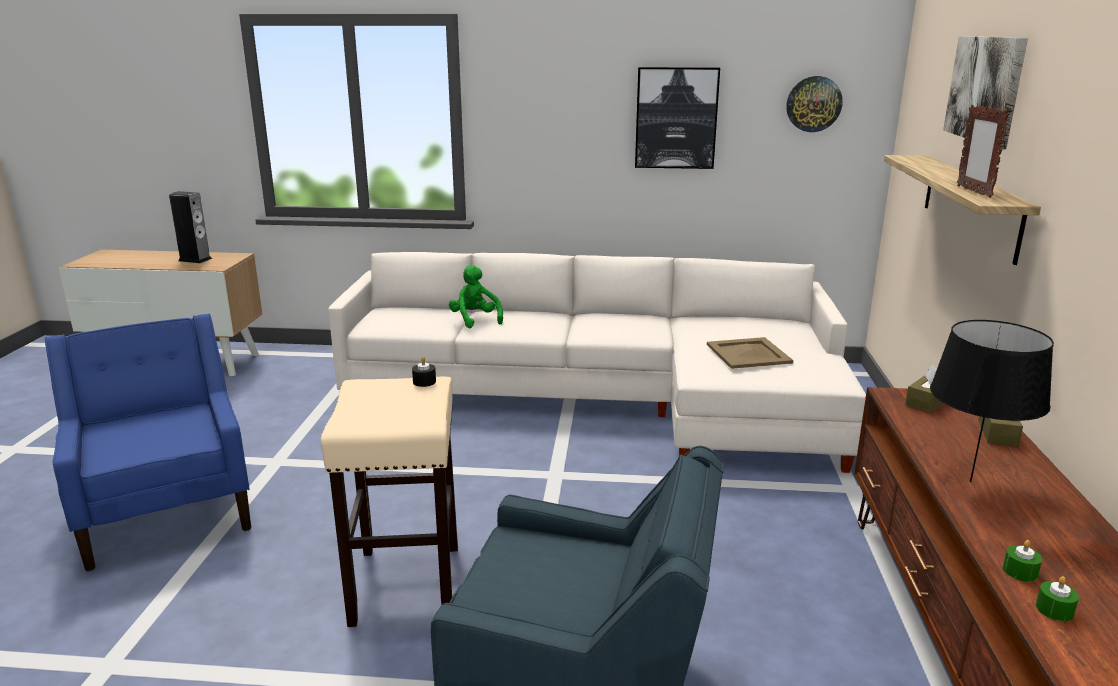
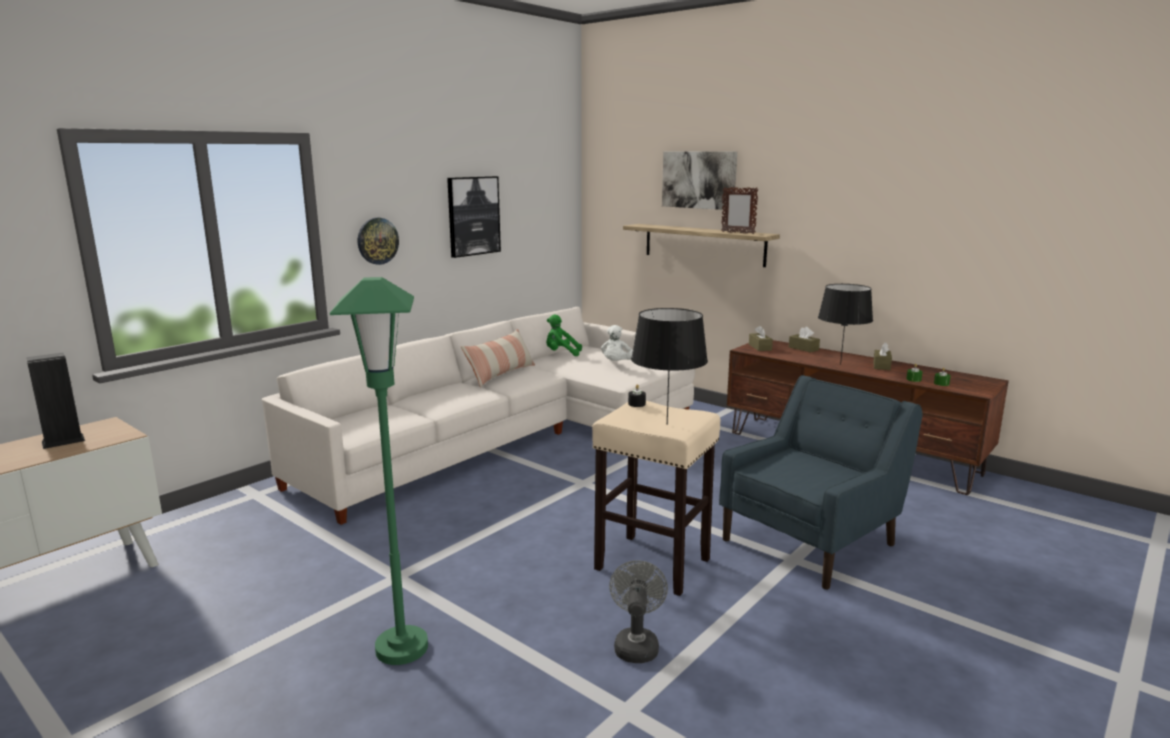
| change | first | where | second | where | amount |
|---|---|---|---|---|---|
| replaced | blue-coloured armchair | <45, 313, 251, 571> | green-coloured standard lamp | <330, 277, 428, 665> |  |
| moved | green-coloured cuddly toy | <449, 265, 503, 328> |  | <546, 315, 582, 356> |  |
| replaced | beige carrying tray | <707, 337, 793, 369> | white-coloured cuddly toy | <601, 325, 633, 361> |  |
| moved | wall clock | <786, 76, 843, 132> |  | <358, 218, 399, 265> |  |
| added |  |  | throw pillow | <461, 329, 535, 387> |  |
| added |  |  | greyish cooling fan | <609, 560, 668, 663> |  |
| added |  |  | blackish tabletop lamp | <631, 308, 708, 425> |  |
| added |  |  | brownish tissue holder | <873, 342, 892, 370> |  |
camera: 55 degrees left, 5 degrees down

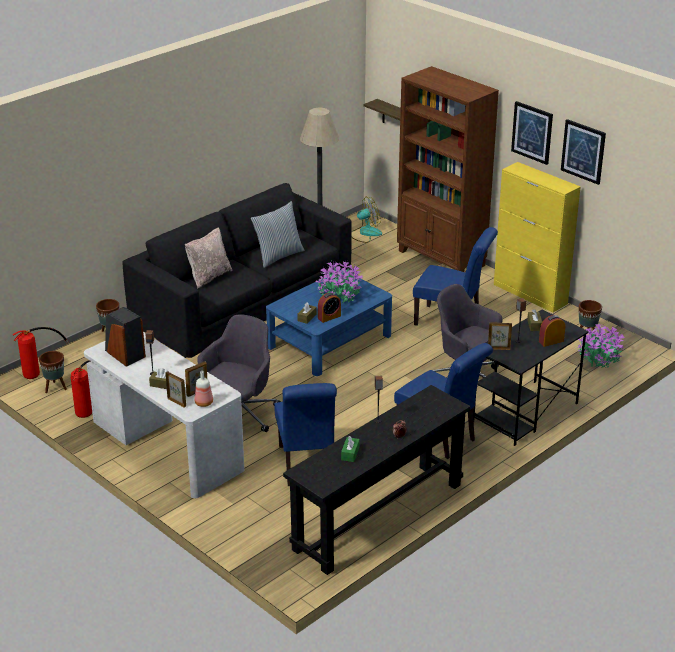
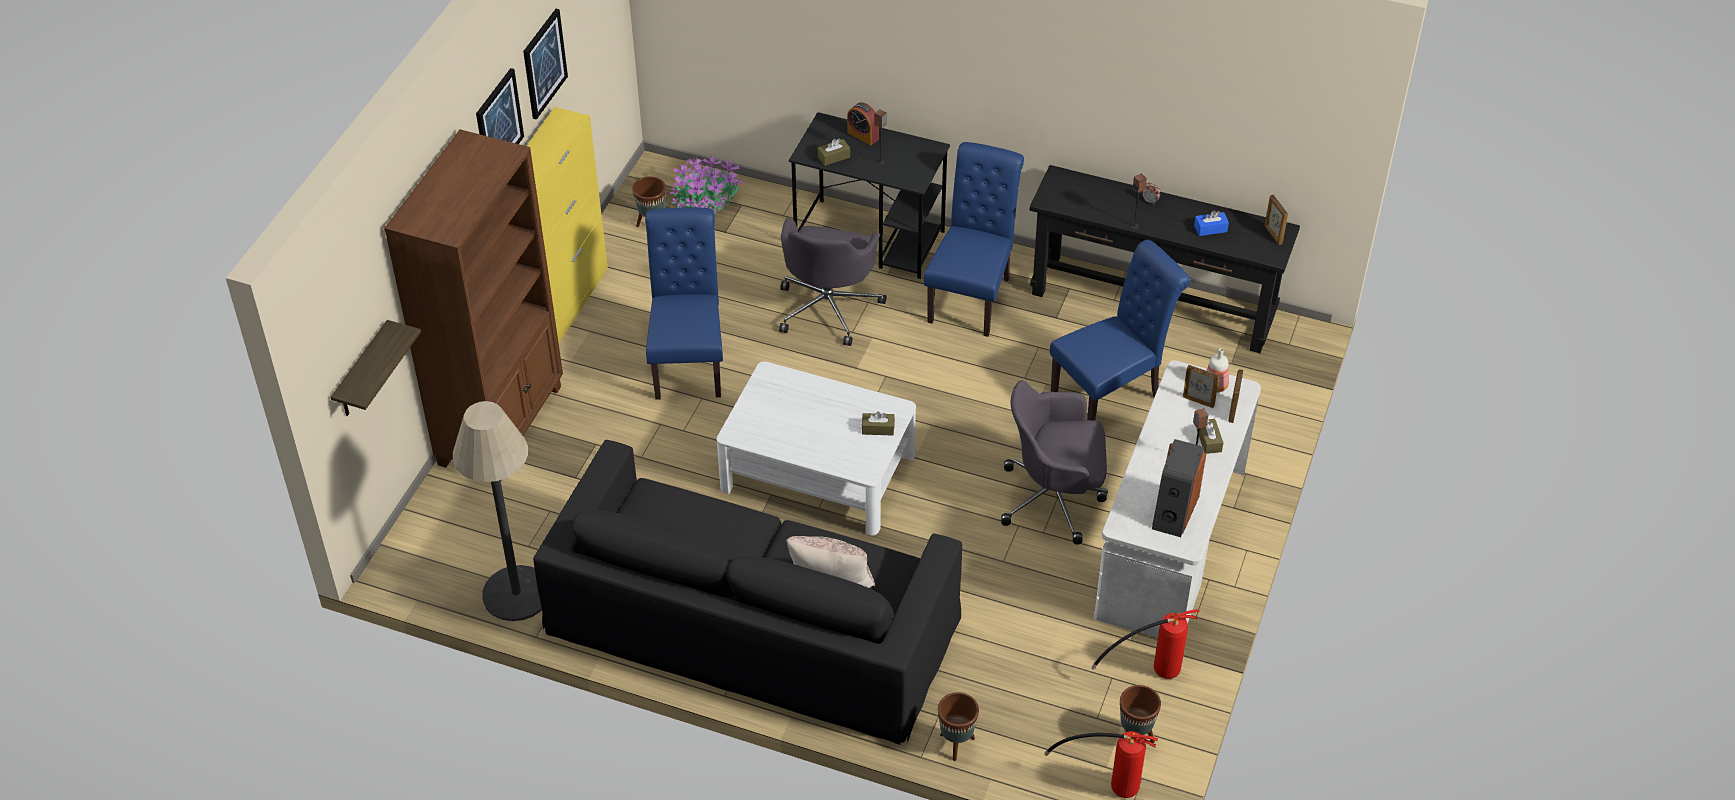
| change | first | where | second | where | amount |
|---|---|---|---|---|---|
| removed | throw pillow | <251, 201, 305, 268> |  |  |  |
| recoloured | blue-coloured coffee table | <266, 270, 392, 376> | white-coloured coffee table | <717, 361, 916, 536> |  |
| removed | plant in a pot | <316, 260, 363, 304> |  |  |  |
| removed | bedside clock | <318, 293, 341, 323> |  |  |  |
| recoloured | green-coloured tissue holder | <341, 436, 360, 462> | blue-coloured tissue holder | <1194, 211, 1229, 236> |  |
| removed | cooling fan | <352, 196, 382, 243> |  |  |  |
| moved | standing frame | <488, 322, 512, 350> |  | <1264, 195, 1288, 245> |  |
camera: 115 degrees left, 15 degrees up

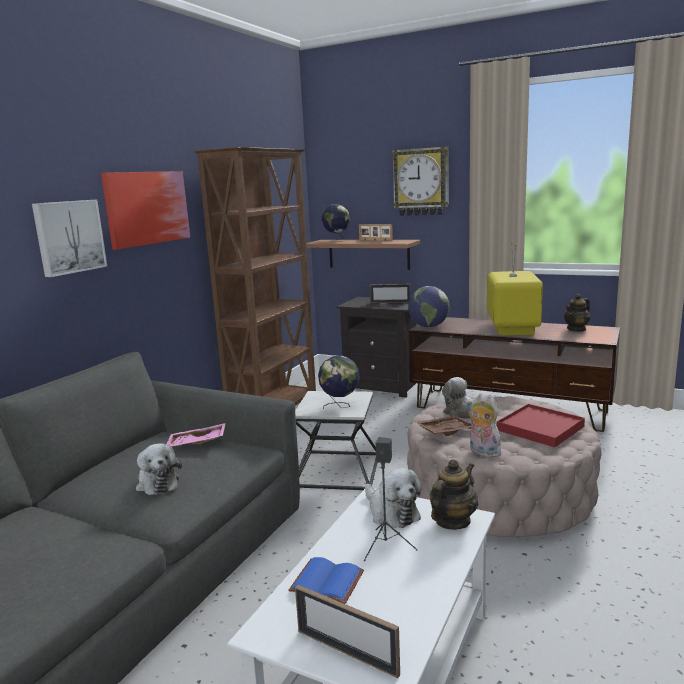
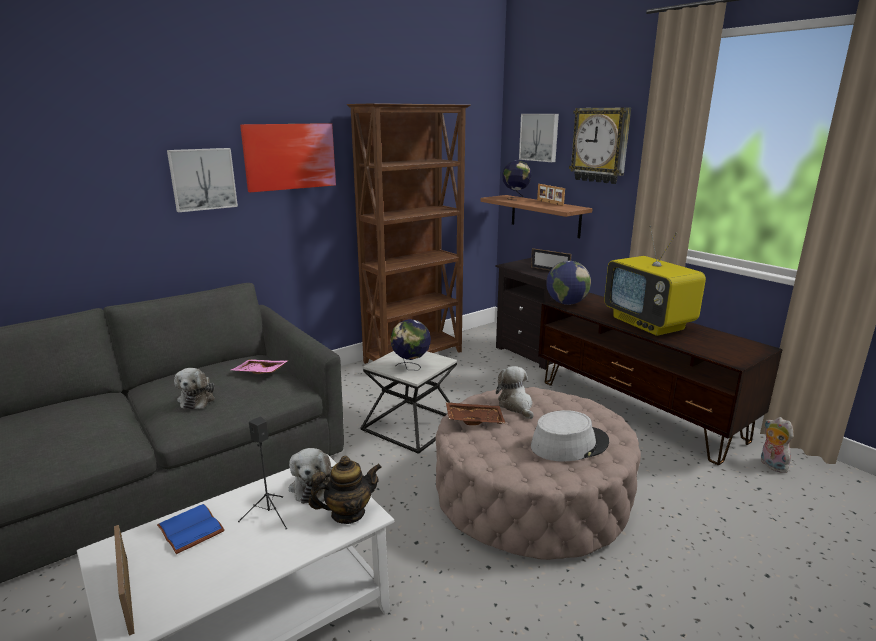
| change | first | where | second | where | amount |
|---|---|---|---|---|---|
| moved | cuddly toy | <466, 393, 504, 458> |  | <761, 417, 793, 473> |  |
| turned | TV | <487, 243, 543, 335> |  | <604, 226, 706, 336> | 120 degrees clockwise |
| replaced | reddish carrying tray | <497, 404, 585, 447> | greyish hat | <531, 410, 609, 462> |  |
| removed | teapot | <564, 294, 590, 332> |  |  |  |
| added |  |  | wall art | <519, 114, 559, 162> |  |
camera: 25 degrees right, 5 degrees up

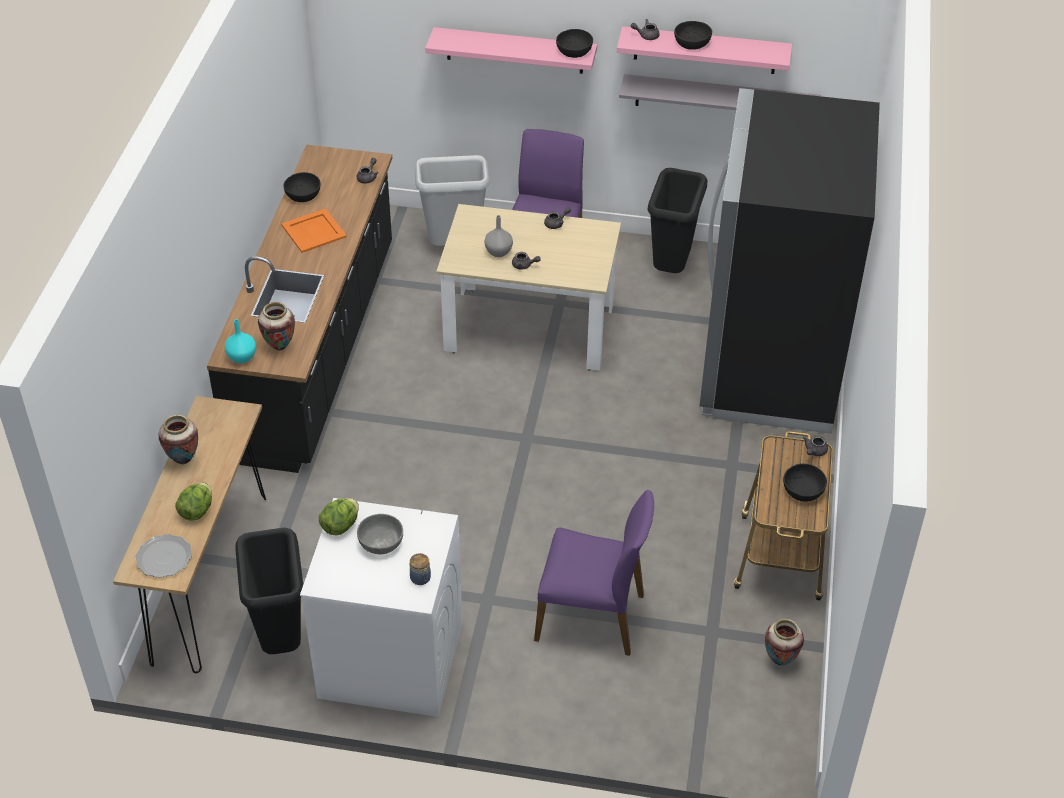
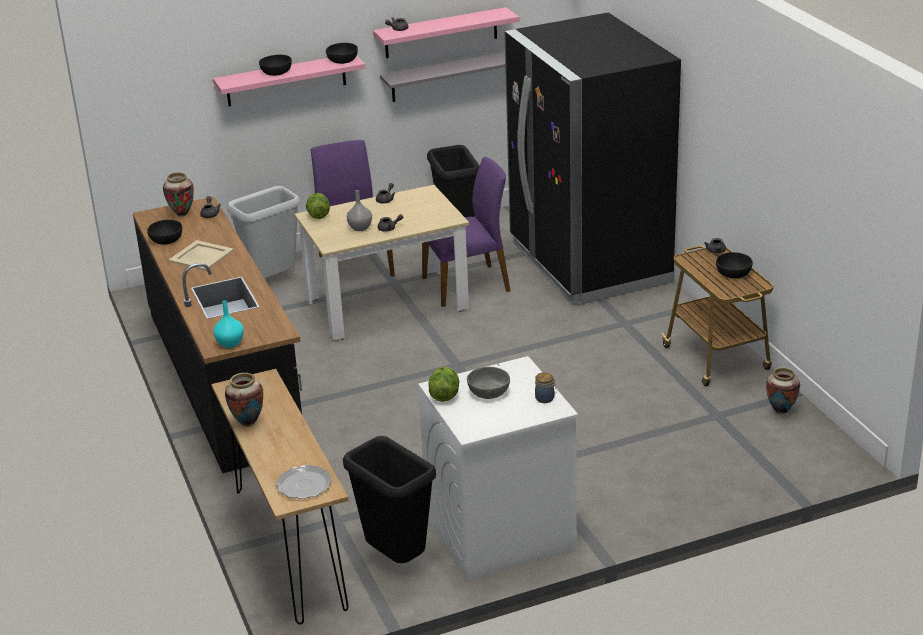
| change | first | where | second | where | amount |
|---|---|---|---|---|---|
| moved | lettuce head | <175, 483, 212, 521> |  | <306, 193, 330, 219> |  |
| moved | vase | <258, 302, 295, 351> |  | <163, 172, 194, 217> |  |
| recoloured | orange carrying tray | <281, 208, 346, 253> | beige carrying tray | <169, 240, 234, 271> |  |
| moved | purple chair | <534, 490, 654, 656> |  | <422, 157, 510, 307> |  |
| moved | blackish deep dish | <674, 21, 712, 50> |  | <259, 54, 292, 76> |  |
camera: 30 degrees left, 15 degrees down

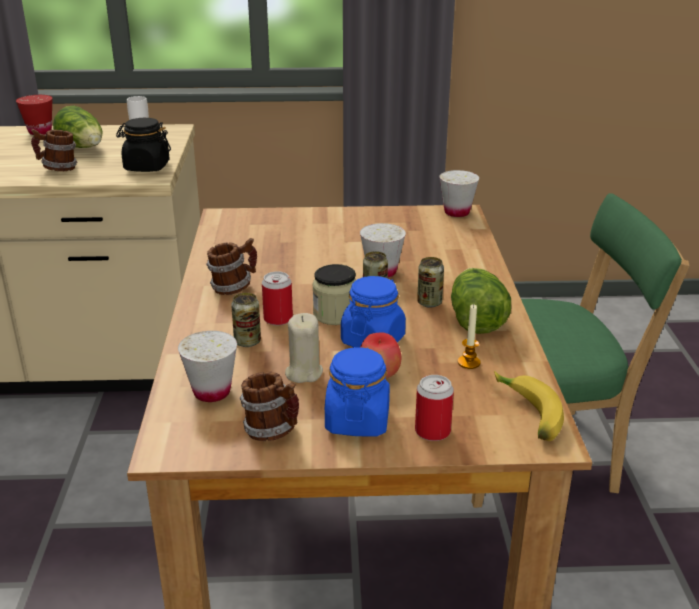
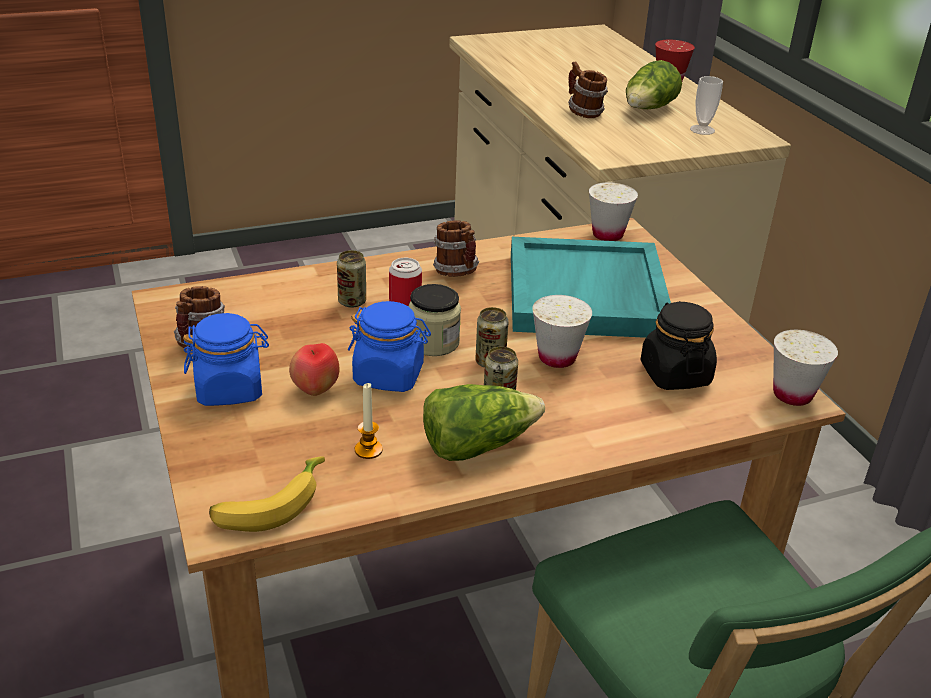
| change | first | where | second | where | amount |
|---|---|---|---|---|---|
| moved | blackish storage jar | <116, 118, 171, 172> |  | <640, 301, 717, 390> |  |
| moved | white-coloured small cup | <178, 331, 237, 402> |  | <589, 182, 638, 241> |  |
| removed | beige wax light | <285, 313, 323, 383> |  |  |  |
| removed | can | <415, 375, 454, 441> |  |  |  |
| added |  |  | blue-green carrying tray | <511, 237, 671, 338> |  |
camera: 70 degrees right, 5 degrees up

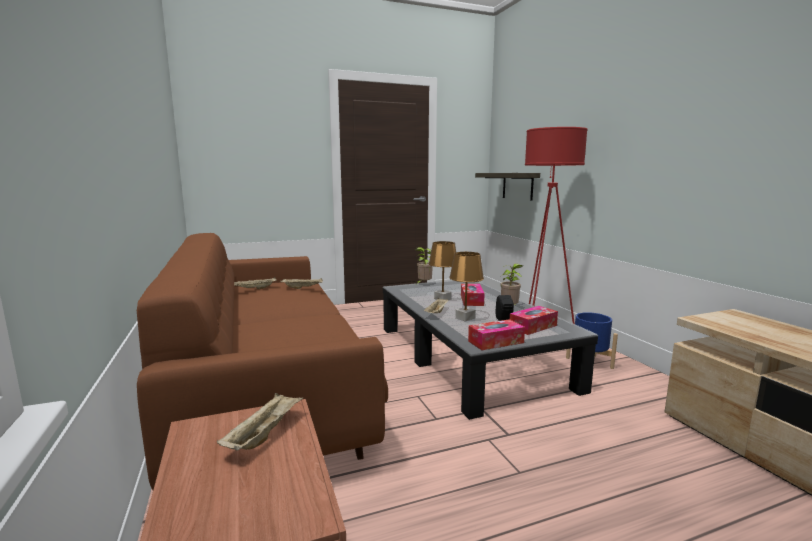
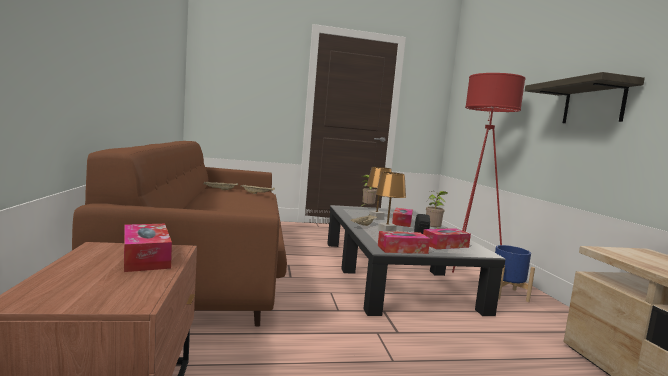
| change | first | where | second | where | amount |
|---|---|---|---|---|---|
| replaced | beige carrying tray | <217, 393, 303, 451> | tissue holder | <124, 224, 172, 272> |  |
| moved | wall shelf | <475, 173, 540, 201> |  | <525, 72, 645, 123> |  |
camera: 10 degrees right, 5 degrees down

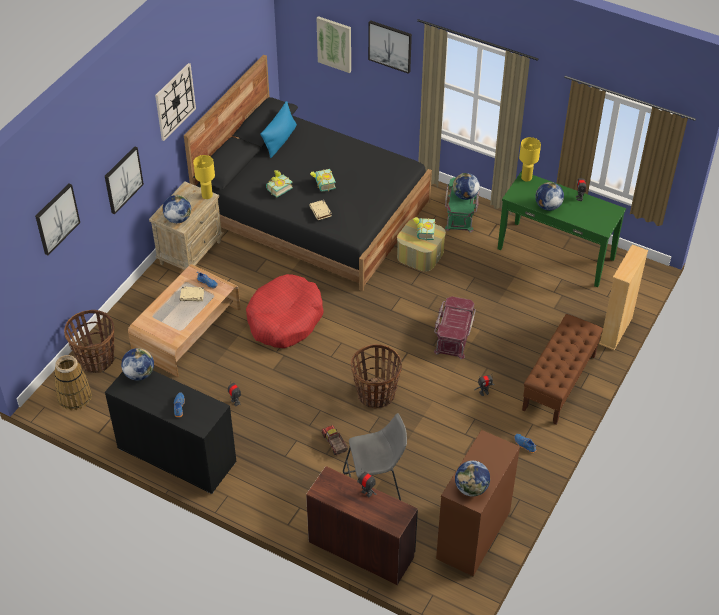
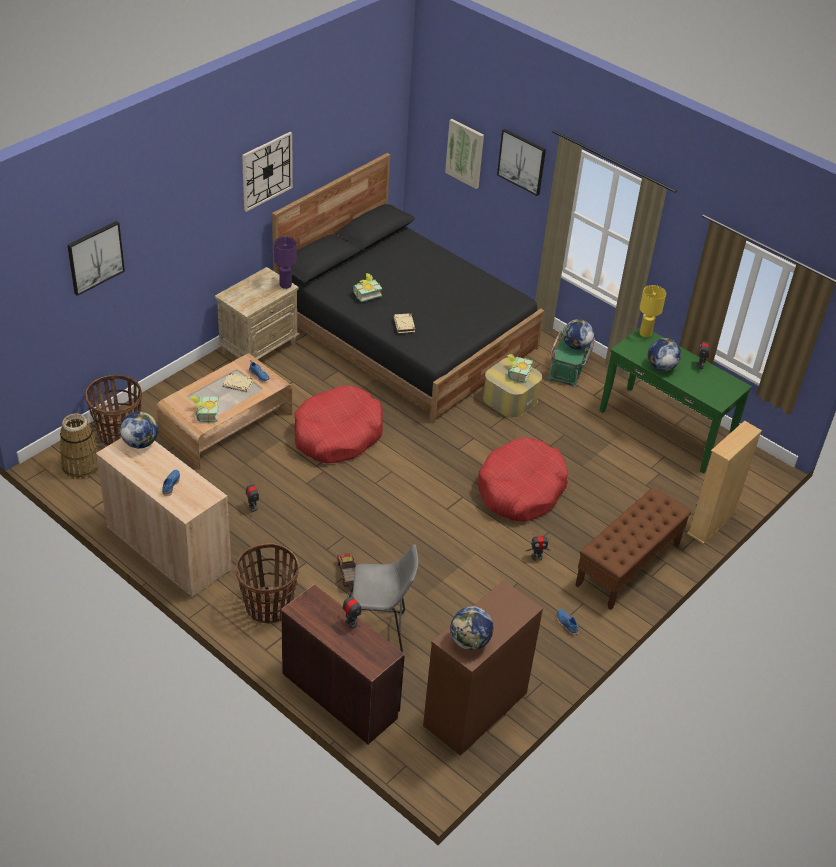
| change | first | where | second | where | amount |
|---|---|---|---|---|---|
| removed | wall art | <105, 146, 144, 214> |  |  |  |
| recoloured | blackish cabinet | <105, 371, 236, 494> | beige cabinet | <96, 438, 232, 598> |  |
| removed | world globe | <163, 195, 191, 223> |  |  |  |
| recoloured | yellowish tabletop lamp | <193, 155, 215, 199> | purple tabletop lamp | <274, 237, 297, 289> |  |
| removed | blue-coloured throw pillow | <260, 101, 297, 158> |  |  |  |
| moved | volume | <310, 169, 336, 192> |  | <190, 395, 219, 423> |  |
| moved | basket | <351, 344, 402, 408> |  | <236, 543, 299, 624> |  |
| replaced | reddish storage box | <434, 296, 476, 359> | reddish dog cushion | <478, 437, 568, 522> |  |
camera: 10 degrees right, 5 degrees down

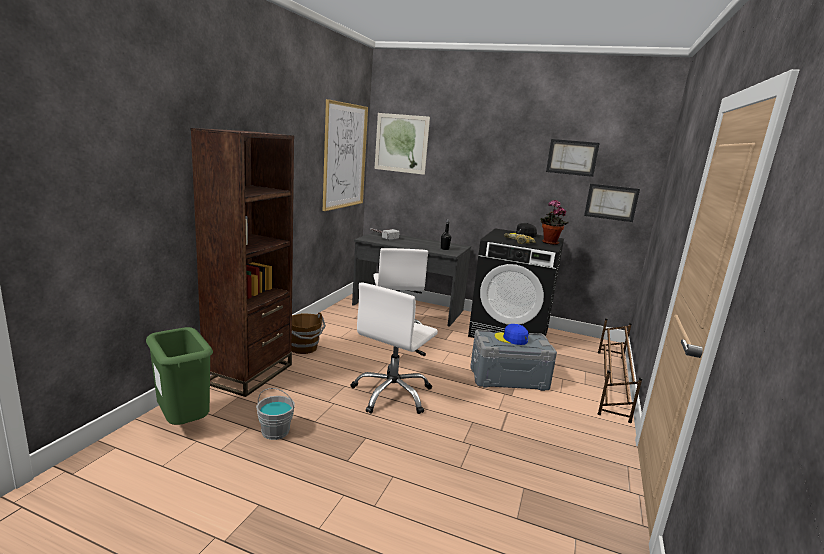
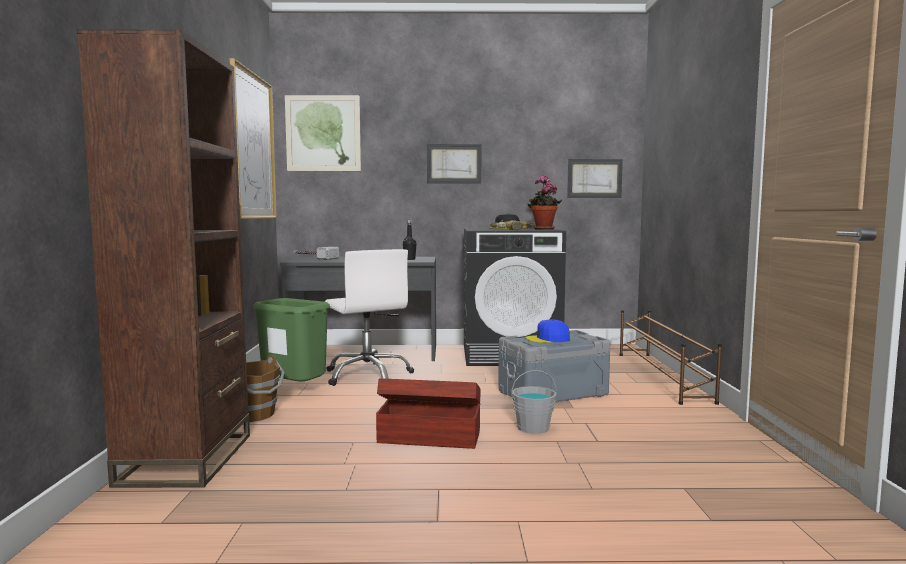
| change | first | where | second | where | amount |
|---|---|---|---|---|---|
| moved | green-coloured rubbish bin | <146, 327, 213, 425> |  | <253, 298, 330, 382> |  |
| moved | greyish pail | <256, 388, 295, 440> |  | <511, 370, 556, 434> |  |
| replaced | white-coloured office chair | <351, 282, 438, 414> | brownish storage box | <376, 378, 481, 449> |  |
| moved | wall art | <546, 139, 599, 177> |  | <427, 144, 481, 183> |  |
camera: 20 degrees left, 10 degrees down

